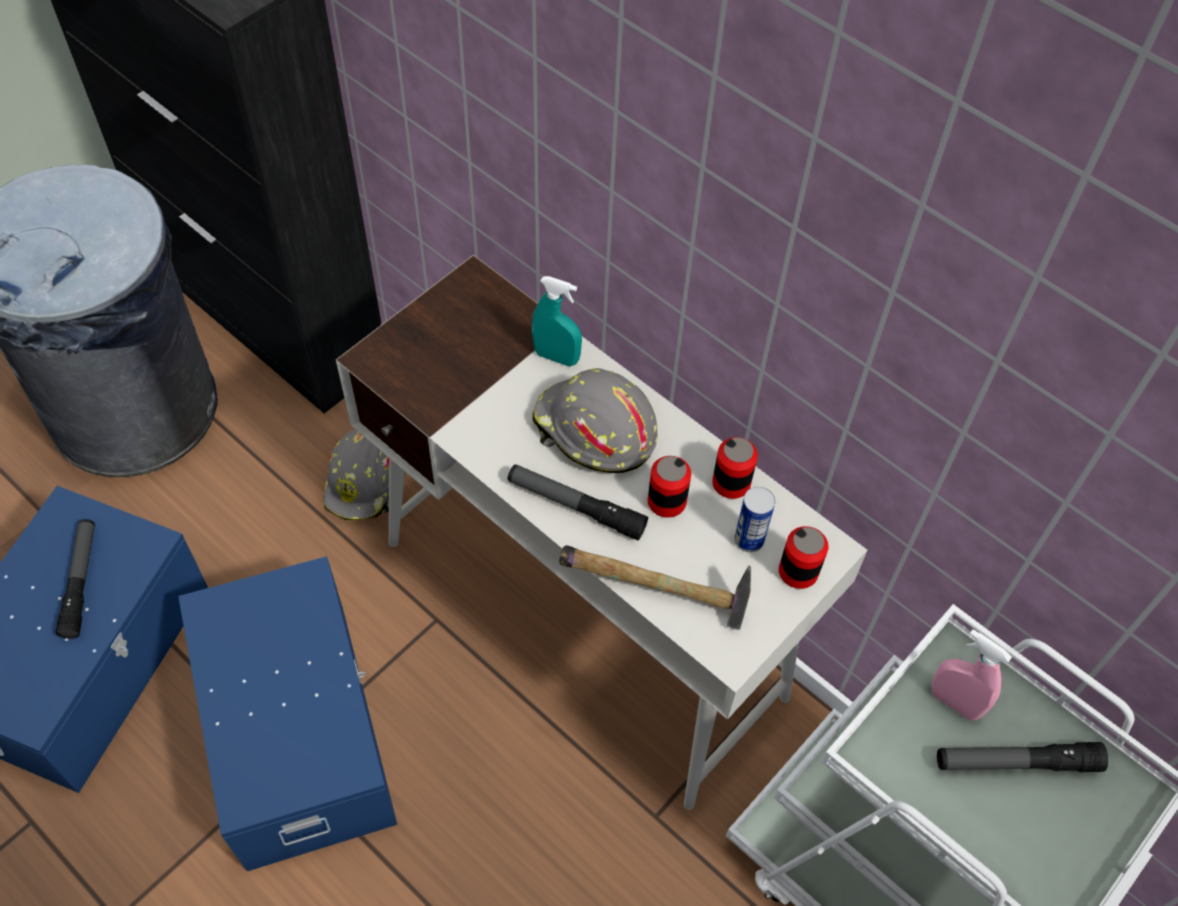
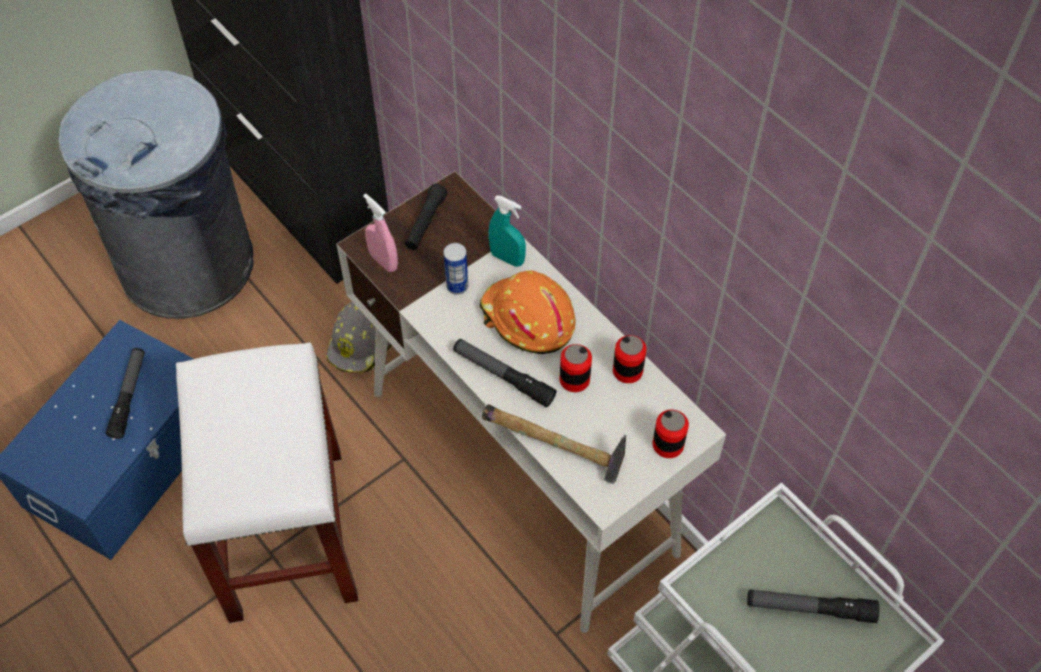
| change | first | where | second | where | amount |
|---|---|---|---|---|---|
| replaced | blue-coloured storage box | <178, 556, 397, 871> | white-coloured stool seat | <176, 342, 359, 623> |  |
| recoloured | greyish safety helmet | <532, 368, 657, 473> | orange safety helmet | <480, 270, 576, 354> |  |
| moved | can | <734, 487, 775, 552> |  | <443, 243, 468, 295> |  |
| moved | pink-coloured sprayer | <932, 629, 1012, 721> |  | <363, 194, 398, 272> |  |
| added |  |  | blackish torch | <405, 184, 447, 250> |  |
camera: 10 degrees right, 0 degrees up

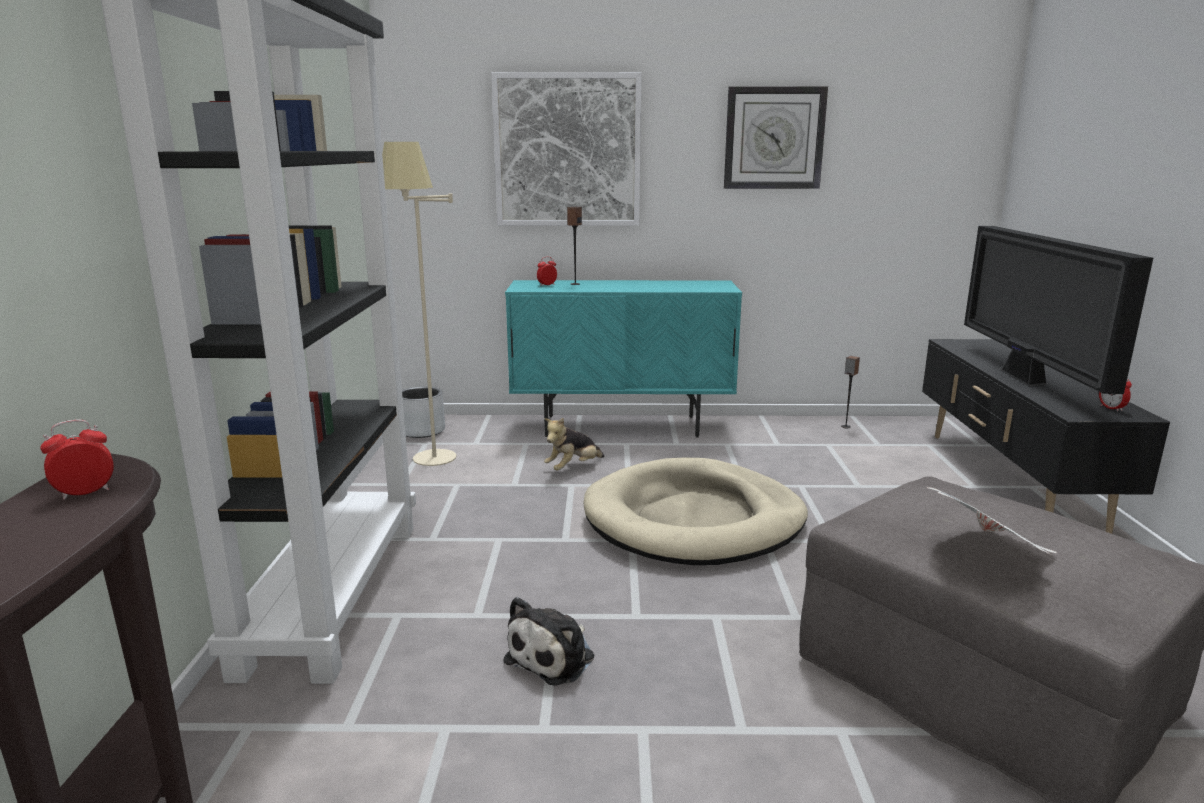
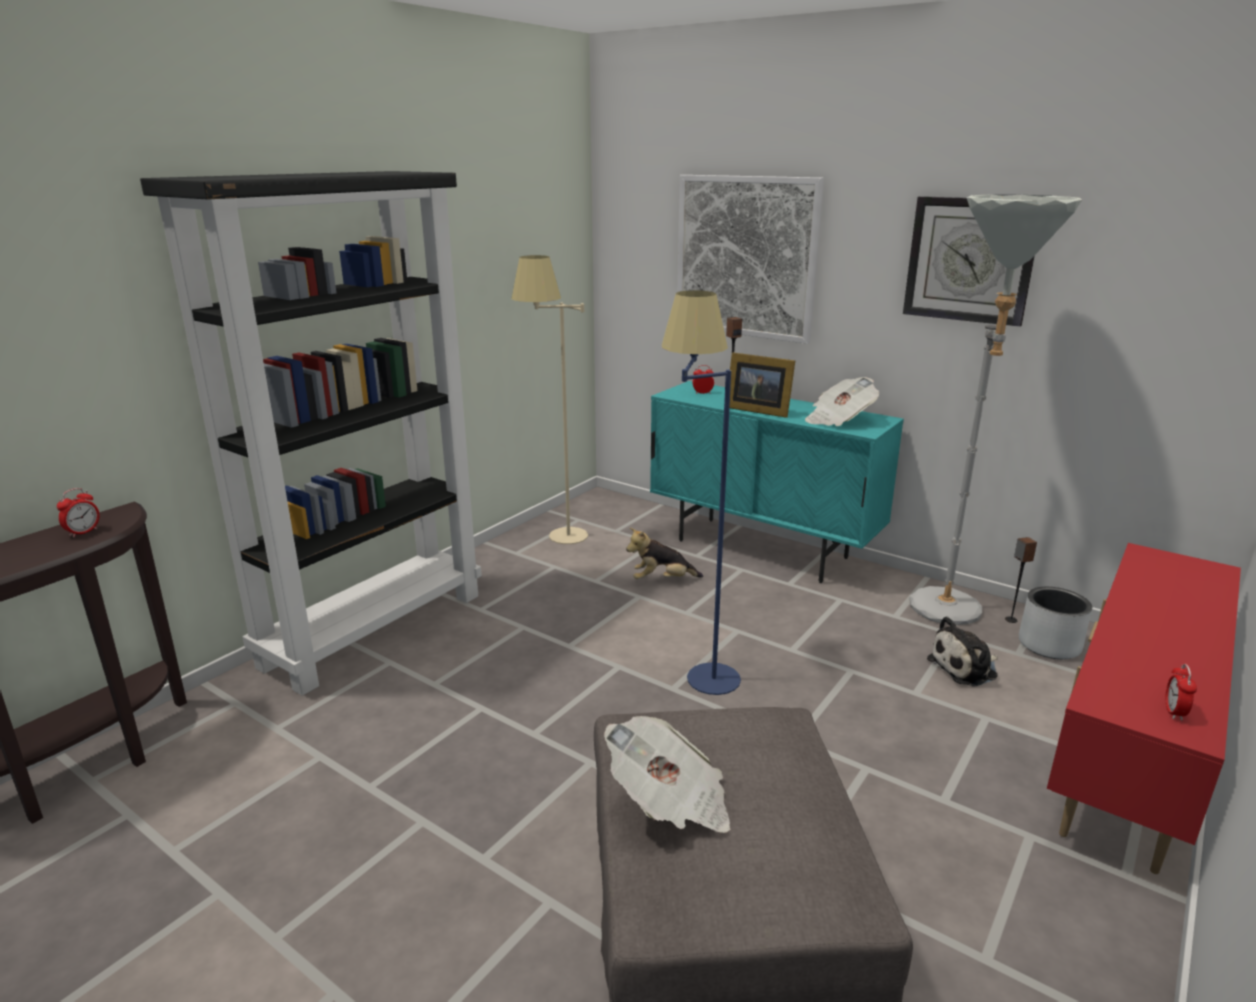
| change | first | where | second | where | amount |
|---|---|---|---|---|---|
| turned | bedside clock | <40, 419, 114, 500> |  | <57, 488, 100, 538> | 120 degrees clockwise |
| moved | greyish planter | <402, 386, 445, 438> |  | <1019, 587, 1092, 659> |  |
| moved | cuddly toy | <504, 597, 594, 686> |  | <927, 616, 998, 687> |  |
| replaced | beige dog cushion | <583, 458, 808, 565> | blue-coloured standard lamp | <662, 290, 741, 695> |  |
| recoloured | blackish media console | <922, 339, 1170, 534> | reddish media console | <1047, 543, 1241, 874> |  |
| removed | TV | <964, 226, 1153, 394> |  |  |  |
| added |  |  | standing frame | <730, 352, 795, 418> |  |
| added |  |  | newspaper | <805, 377, 879, 426> |  |
| added |  |  | greyish standard lamp | <910, 194, 1082, 625> |  |
camera: 35 degrees right, 5 degrees up

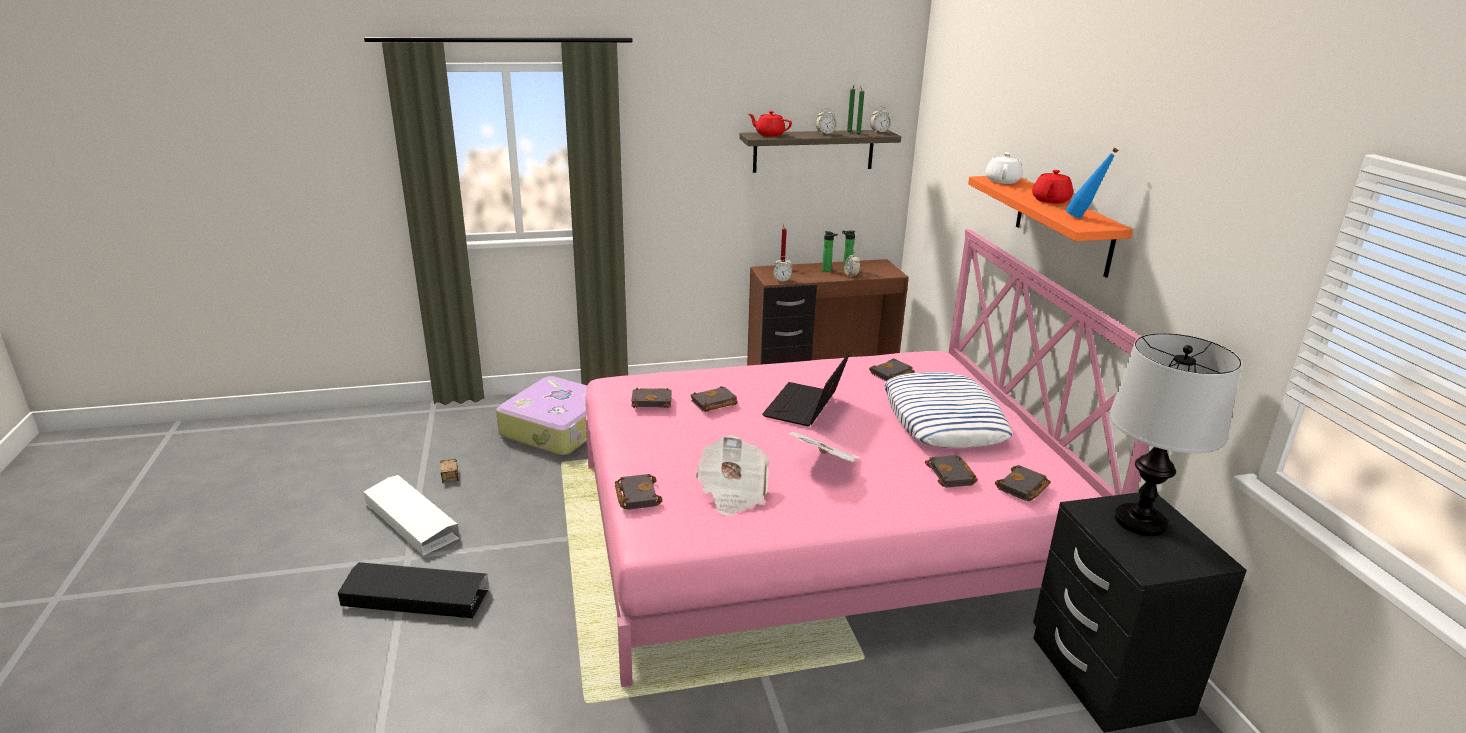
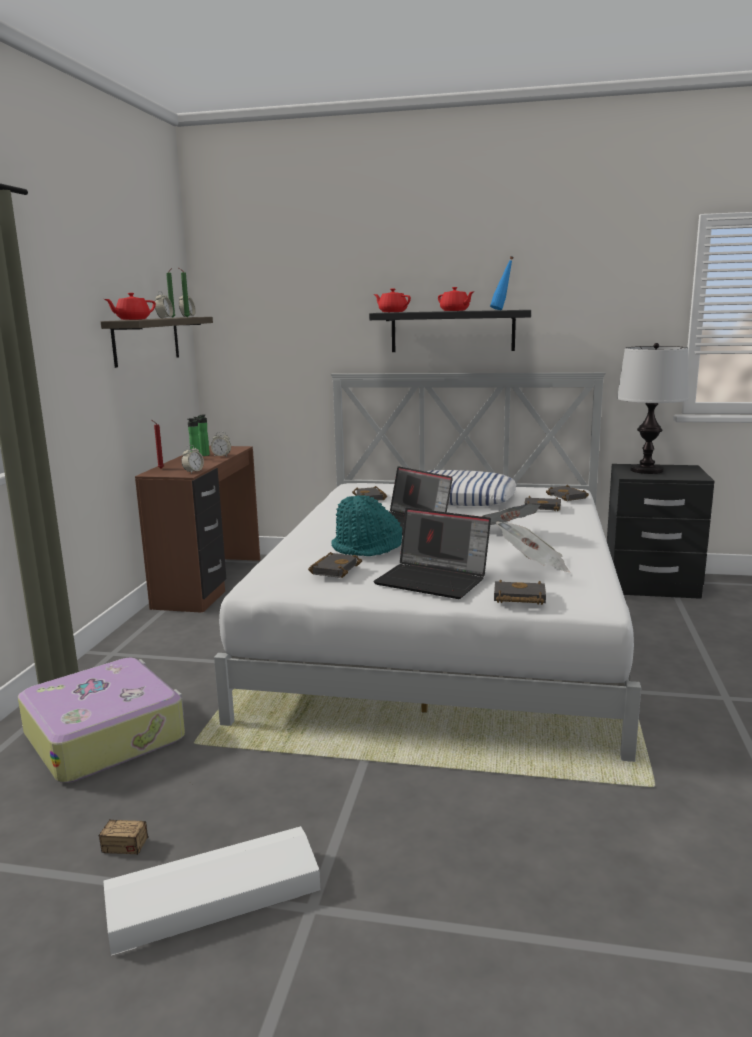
| change | first | where | second | where | amount |
|---|---|---|---|---|---|
| removed | blackish storage box | <338, 562, 489, 618> |  |  |  |
| recoloured | pink-coloured bed | <585, 229, 1149, 687> | white-coloured bed | <214, 372, 641, 762> |  |
| replaced | blackish volume | <691, 386, 738, 412> | blue-green hat | <331, 495, 402, 556> |  |
| recoloured | orange wall shelf | <968, 176, 1133, 278> | blackish wall shelf | <369, 310, 531, 352> |  |
| recoloured | white-coloured teapot | <985, 152, 1023, 184> | reddish teapot | <374, 288, 411, 312> |  |
| added |  |  | notebook computer | <373, 508, 491, 599> |  |
camera: 65 degrees left, 10 degrees down

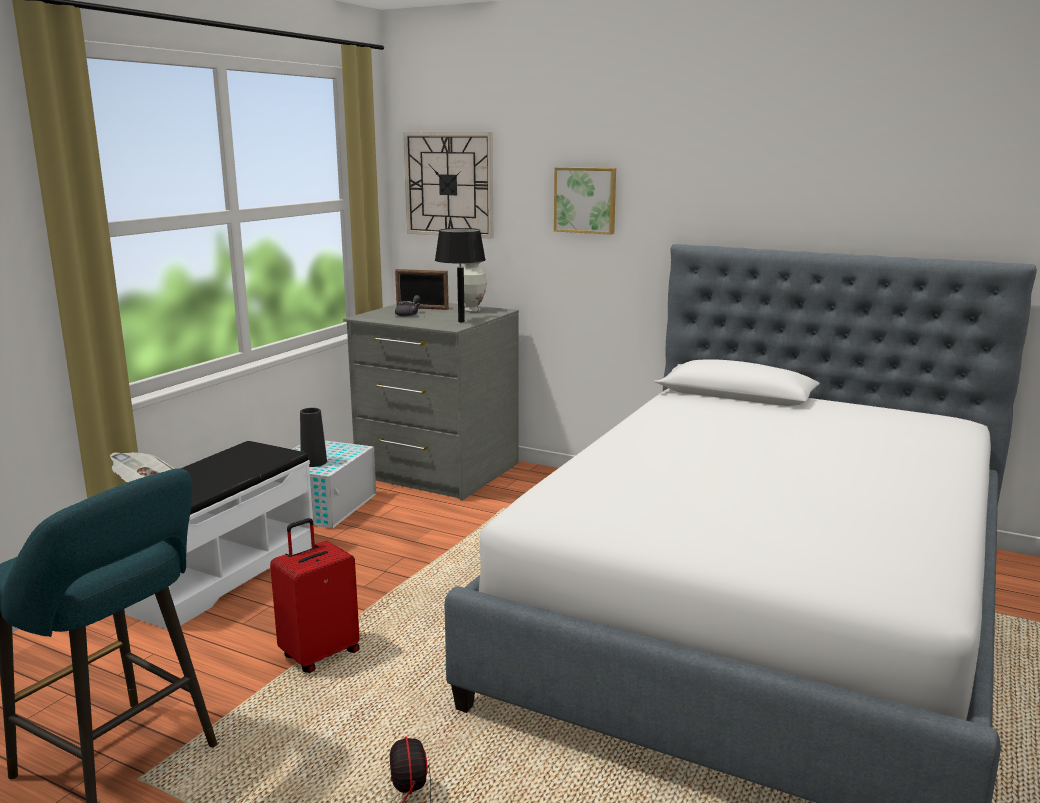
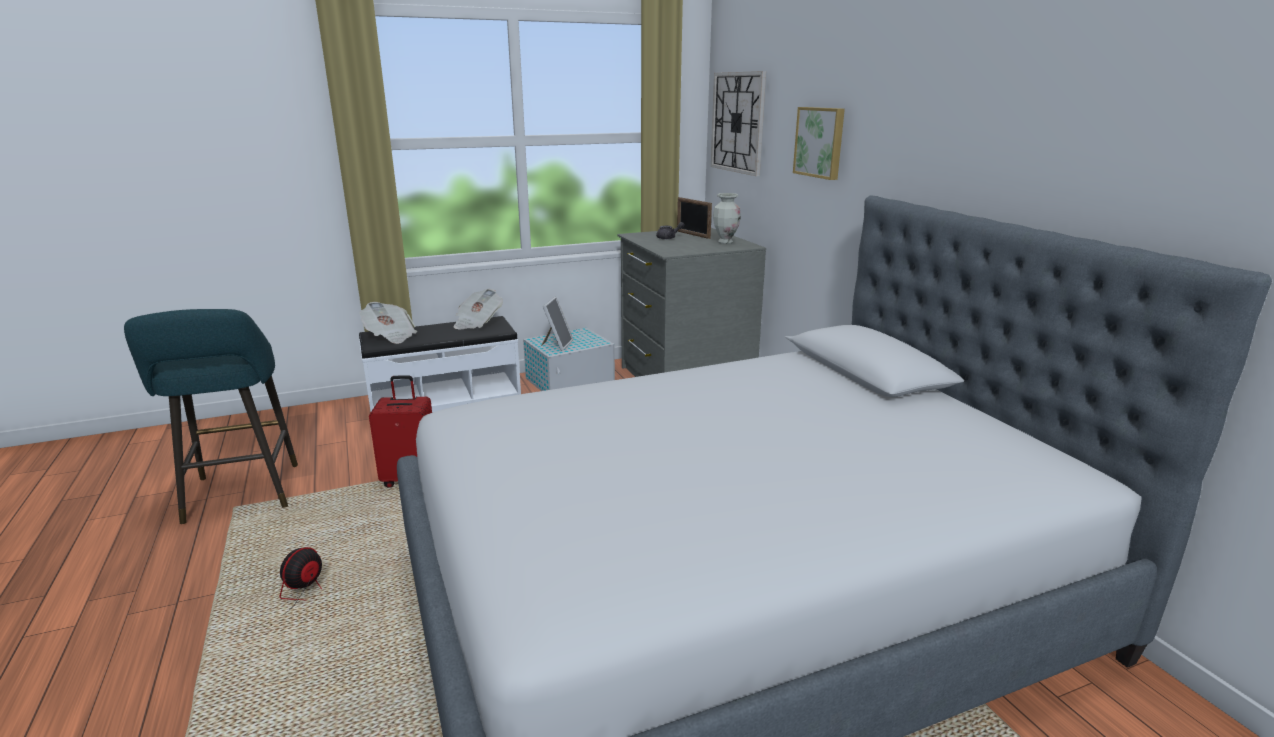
| change | first | where | second | where | amount |
|---|---|---|---|---|---|
| replaced | blackish vase | <300, 408, 327, 467> | standing frame | <541, 297, 573, 351> |  |
| removed | blackish tabletop lamp | <435, 228, 486, 322> |  |  |  |
| added |  |  | newspaper | <453, 289, 503, 329> |  |
camera: 40 degrees right, 5 degrees up

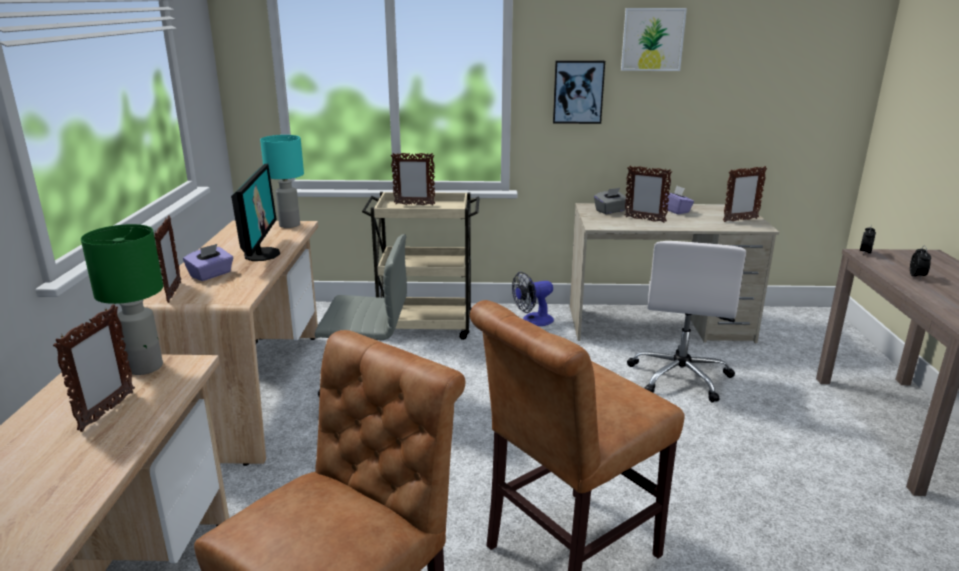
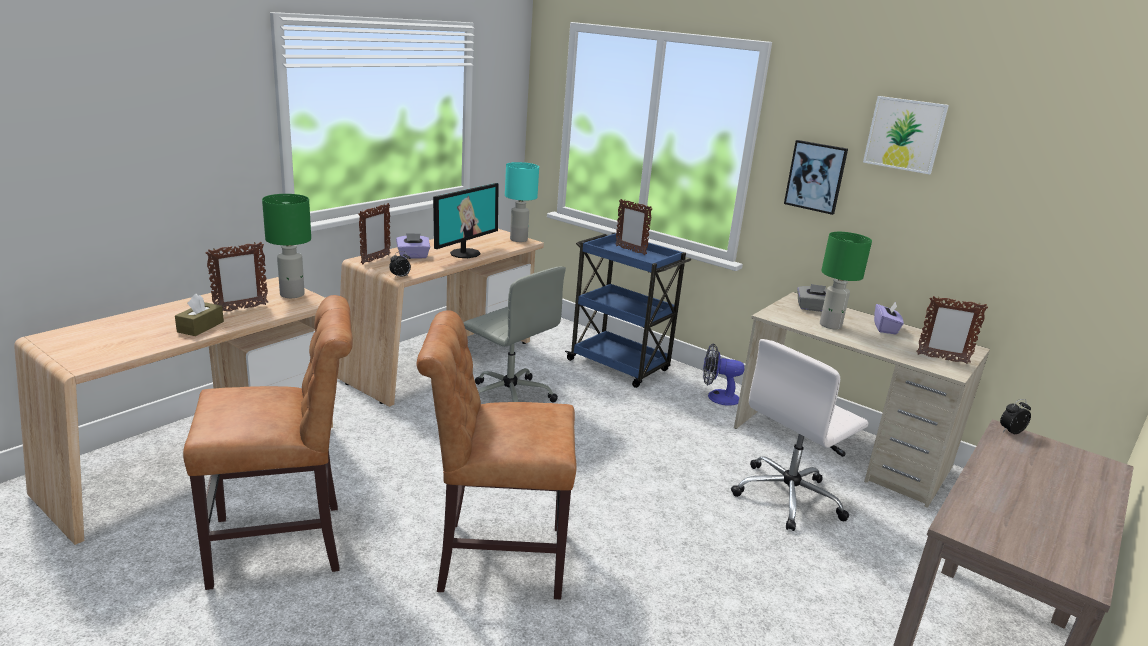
| change | first | where | second | where | amount |
|---|---|---|---|---|---|
| recoloured | beige trolley | <362, 192, 480, 340> | blue-coloured trolley | <565, 232, 691, 388> |  |
| replaced | standing frame | <625, 166, 672, 223> | green-coloured tabletop lamp | <820, 232, 872, 329> |  |
| moved | bedside clock | <910, 246, 931, 280> |  | <389, 251, 411, 278> |  |
| added |  |  | brownish tissue holder | <175, 294, 224, 336> |  |
camera: 35 degrees right, 0 degrees up

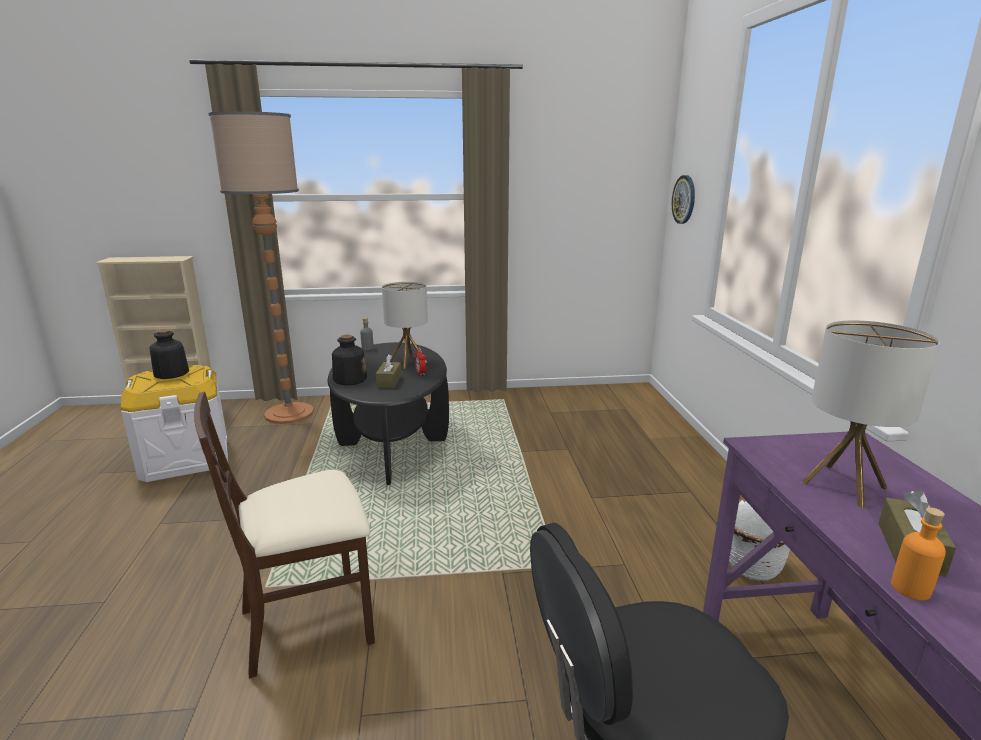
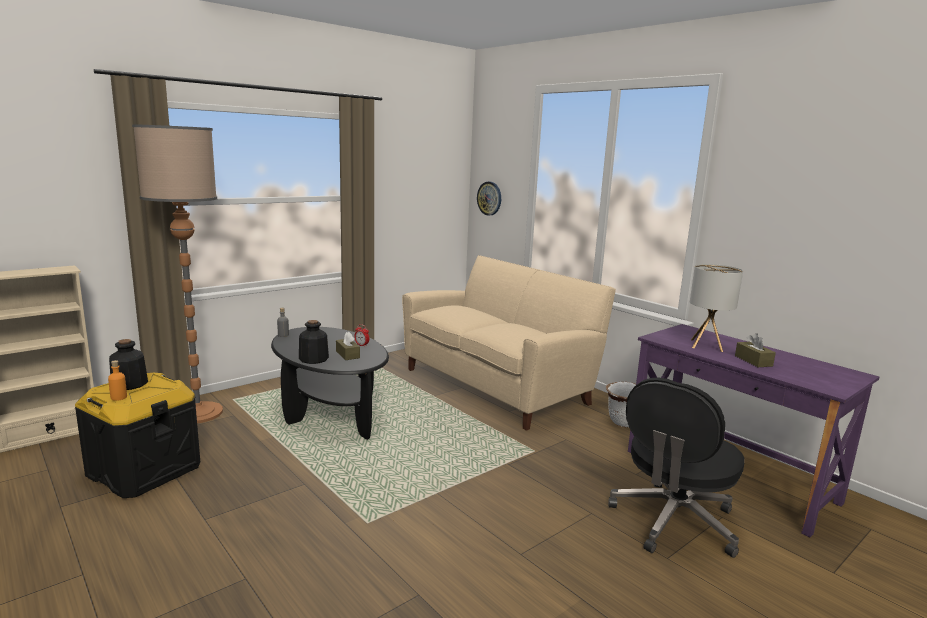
| change | first | where | second | where | amount |
|---|---|---|---|---|---|
| recoloured | white-coloured storage box | <121, 365, 228, 482> | blackish storage box | <75, 373, 200, 498> |  |
| removed | beige chair | <194, 392, 375, 679> |  |  |  |
| removed | tabletop lamp | <382, 282, 428, 369> |  |  |  |
| moved | orange beverage bottle | <891, 507, 946, 601> |  | <108, 360, 127, 401> |  |
| added |  |  | beige settee | <402, 255, 616, 431> |  |
camera: 35 degrees left, 5 degrees down

